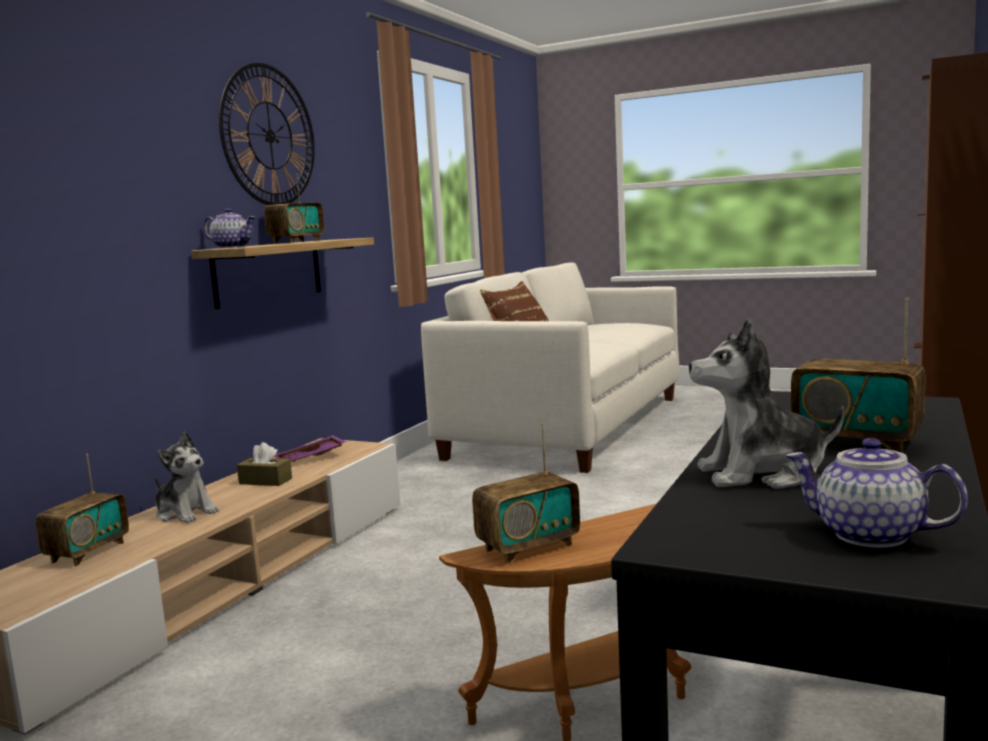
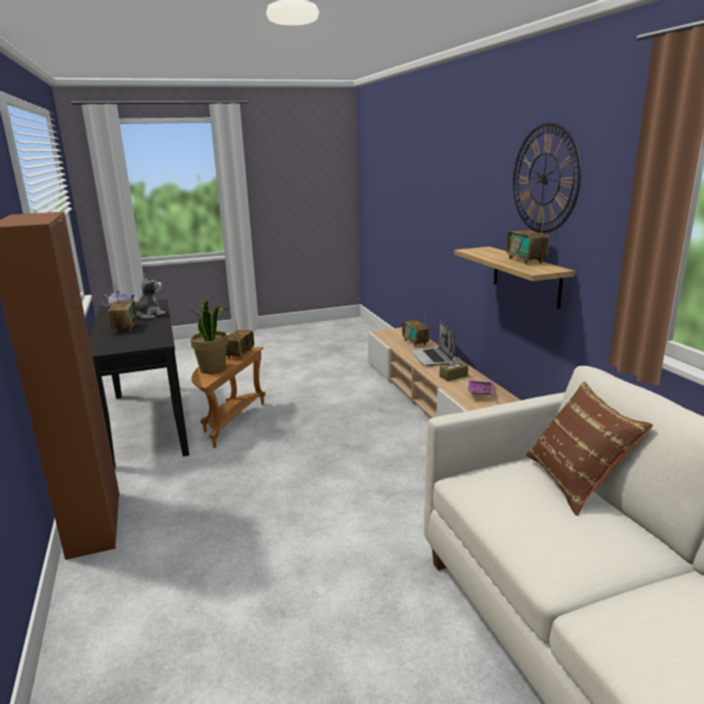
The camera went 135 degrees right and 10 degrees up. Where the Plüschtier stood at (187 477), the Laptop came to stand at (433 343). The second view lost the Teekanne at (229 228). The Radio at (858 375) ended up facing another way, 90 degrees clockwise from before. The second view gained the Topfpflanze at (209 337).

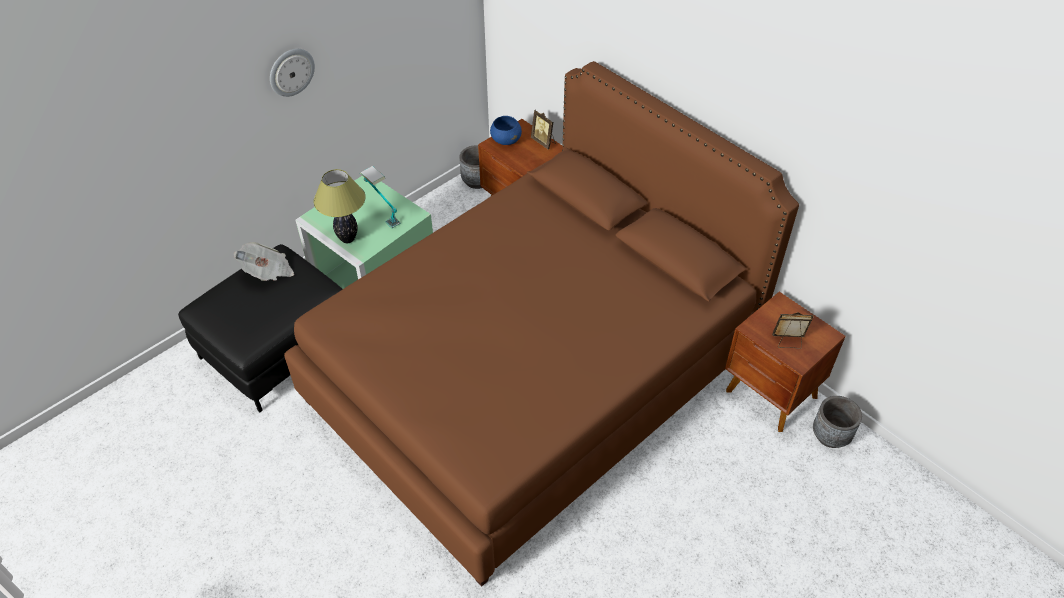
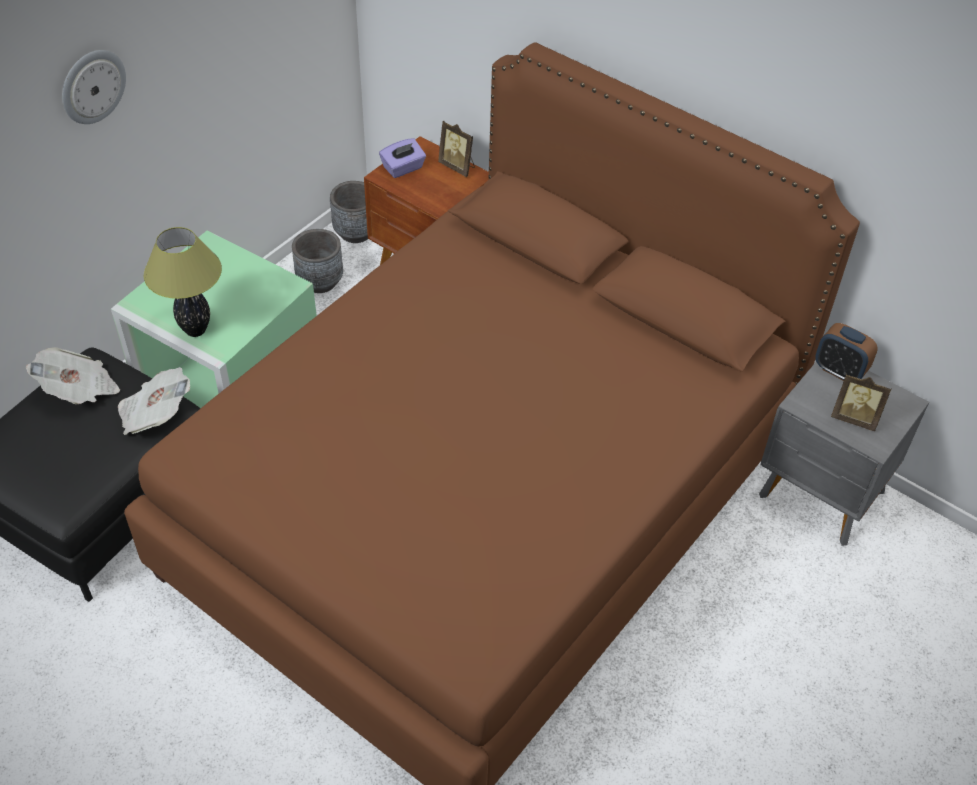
The camera went 10 degrees left and 0 degrees up. The second view lost the Tischlampe at (380 197). Where the Schüssel (blau) stood at (506 130), the Taschentuchbox (lila) came to stand at (402 158). What was the Nachttisch (braun) at (785 362) turned into the Nachttisch (grau) at (844 454). The Bilderrahmen at (792 330) ended up facing another way, 150 degrees counterclockwise from before. The Pflanzkübel (grau) ended up elsewhere, having gone from (837 422) to (317 261). The second view gained the Zeitung at (154 401). The second view gained the Wecker at (846 352).

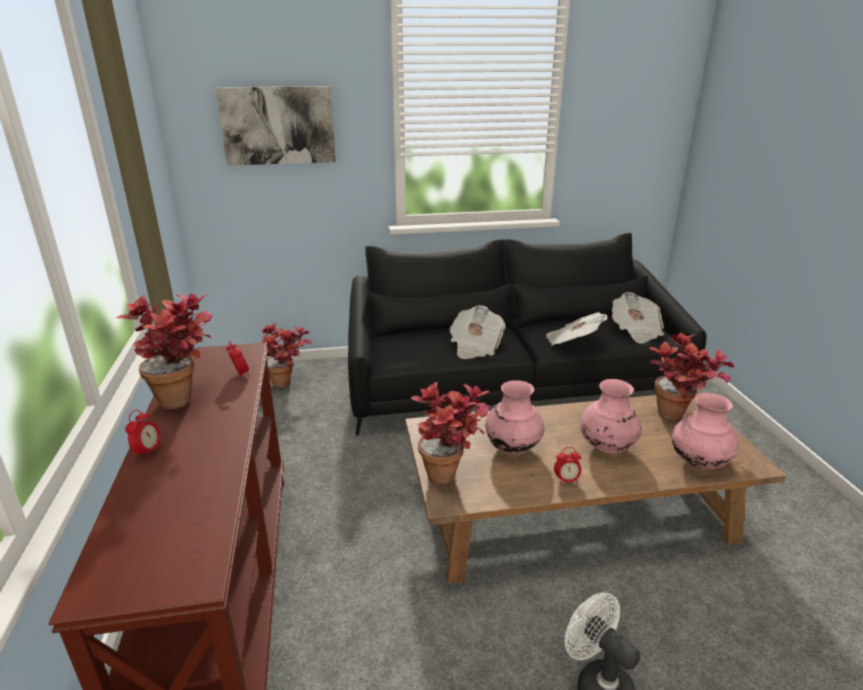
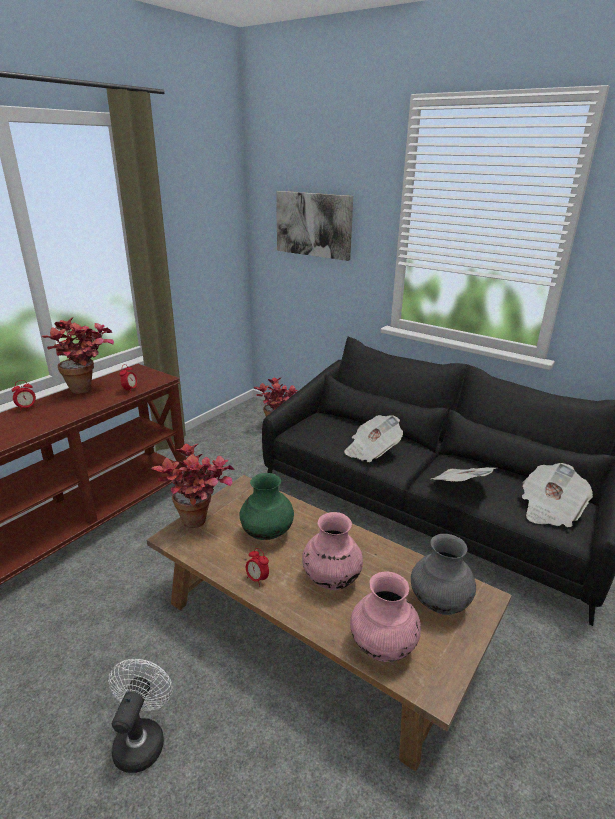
The camera went 45 degrees right and 0 degrees up. What was the Vase (rosa) at (515 417) turned into the Vase (grün) at (266 506). Where the Topfpflanze stood at (692 377), the Vase (grau) came to stand at (443 574).

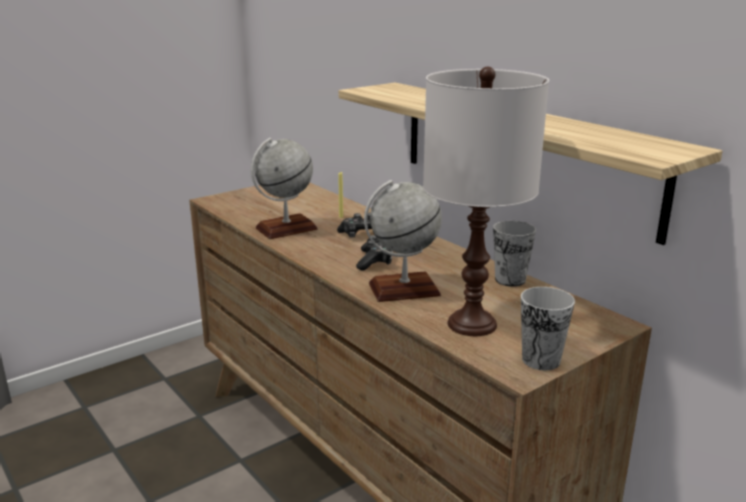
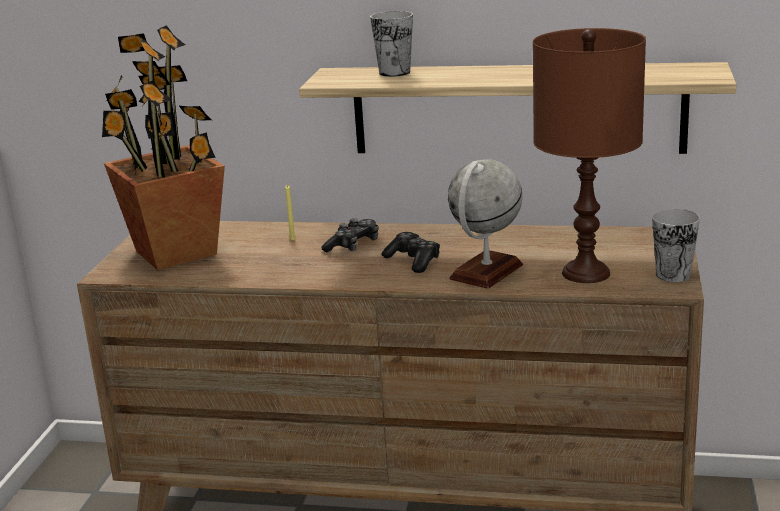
The camera went 40 degrees left and 0 degrees up. The second view lost the Globus at (284 188). What was the Tischlampe (weiß) at (486 201) turned into the Tischlampe (braun) at (589 155). The Tasse ended up elsewhere, having gone from (514 254) to (391 44). The second view gained the Topfpflanze at (163 147).

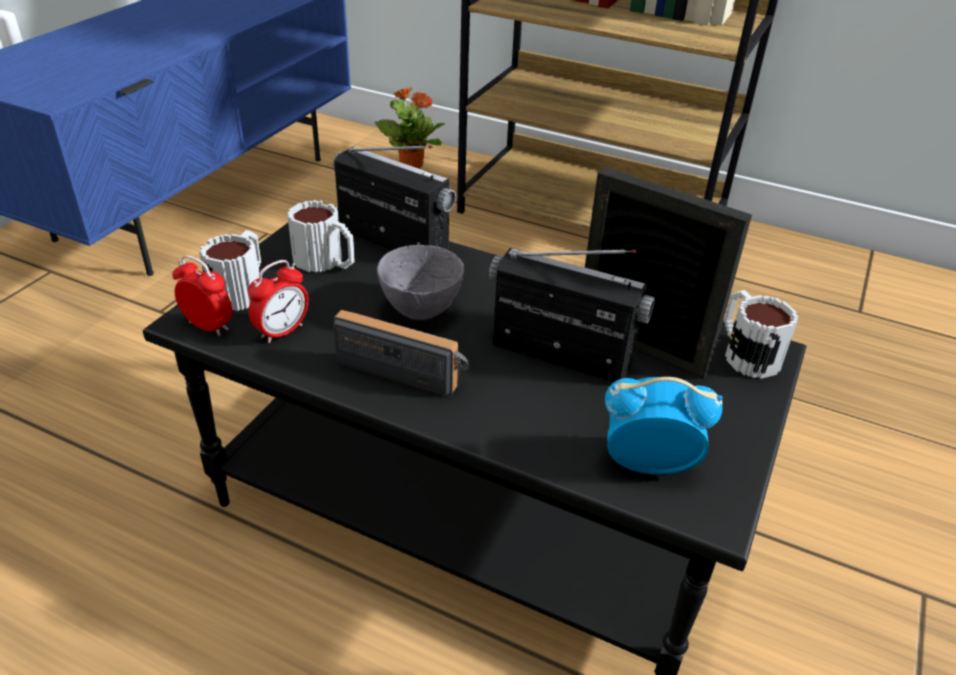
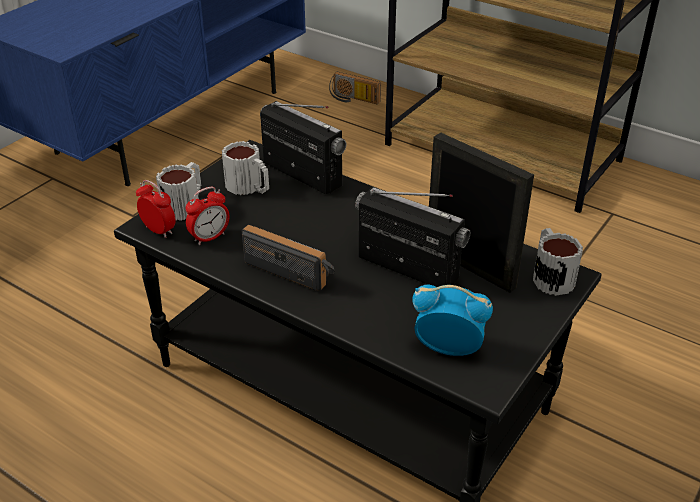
The camera went 10 degrees right and 0 degrees up. Where the Topfpflanze stood at (410 128), the Radio came to stand at (355 88). The second view lost the Schüssel (grau) at (420 282).

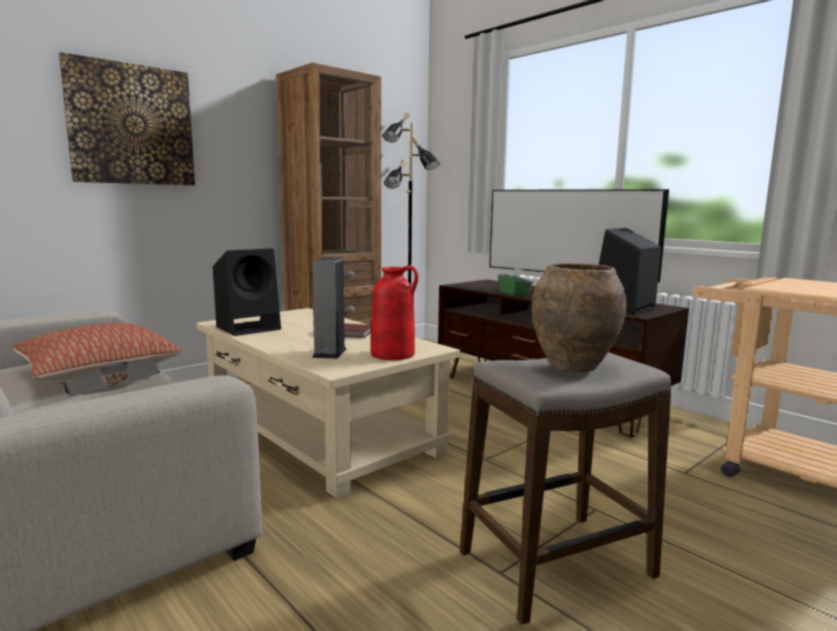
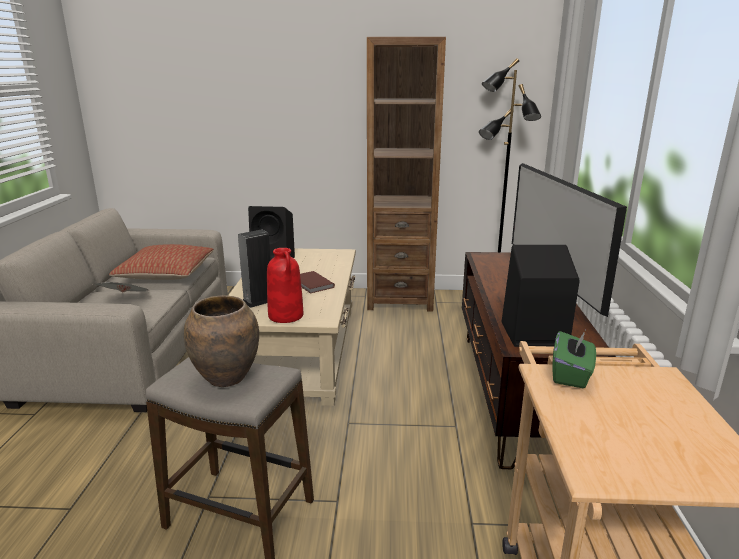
The camera went 45 degrees right and 10 degrees up. The second view lost the Bild at (127 118). The Taschentuchbox (grün) ended up elsewhere, having gone from (515 282) to (574 359).

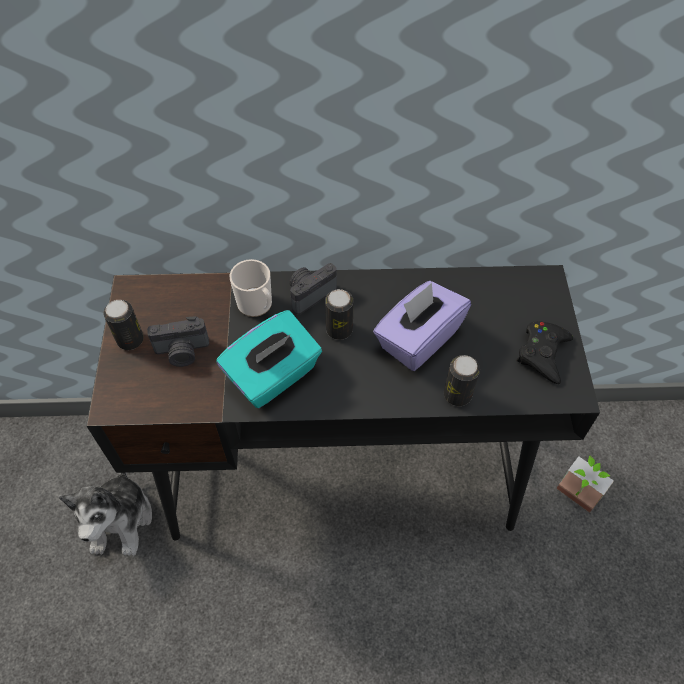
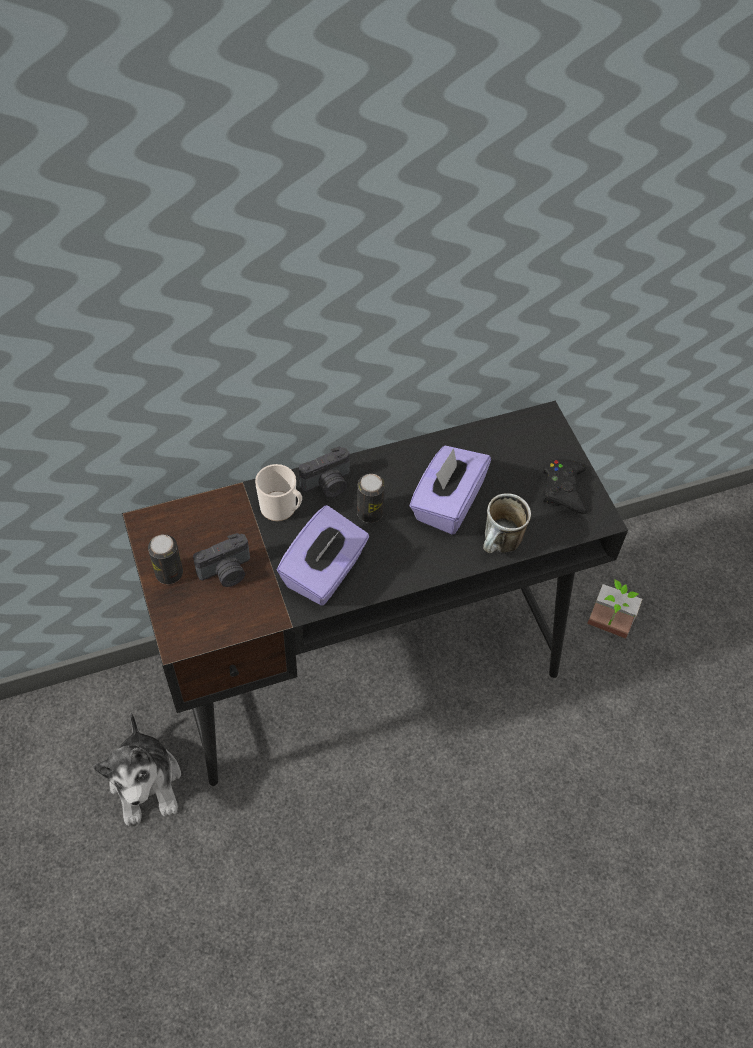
The camera went 20 degrees left and 0 degrees up. What was the Taschentuchbox (türkis) at (269 359) turned into the Taschentuchbox (lila) at (323 555). The Kamera at (313 289) ended up facing another way, 150 degrees counterclockwise from before. Where the Dose stood at (462 380), the Henkelbecher came to stand at (507 523).

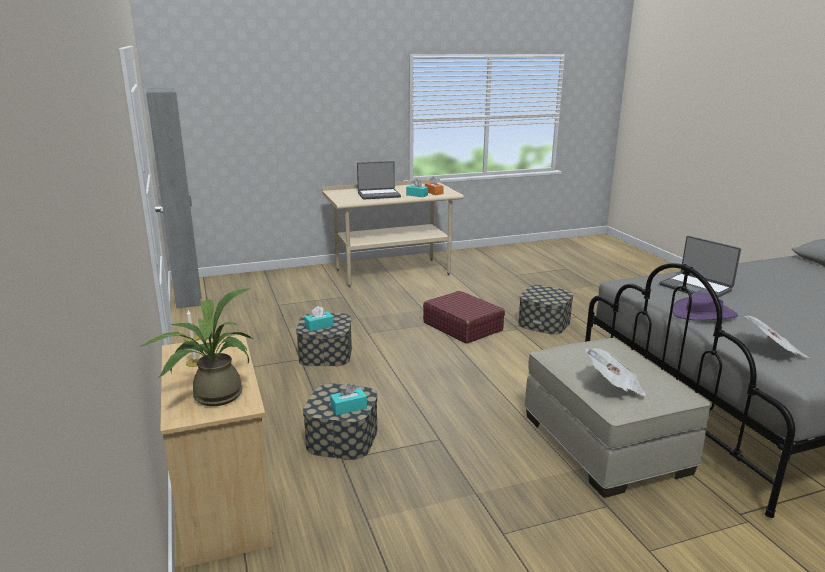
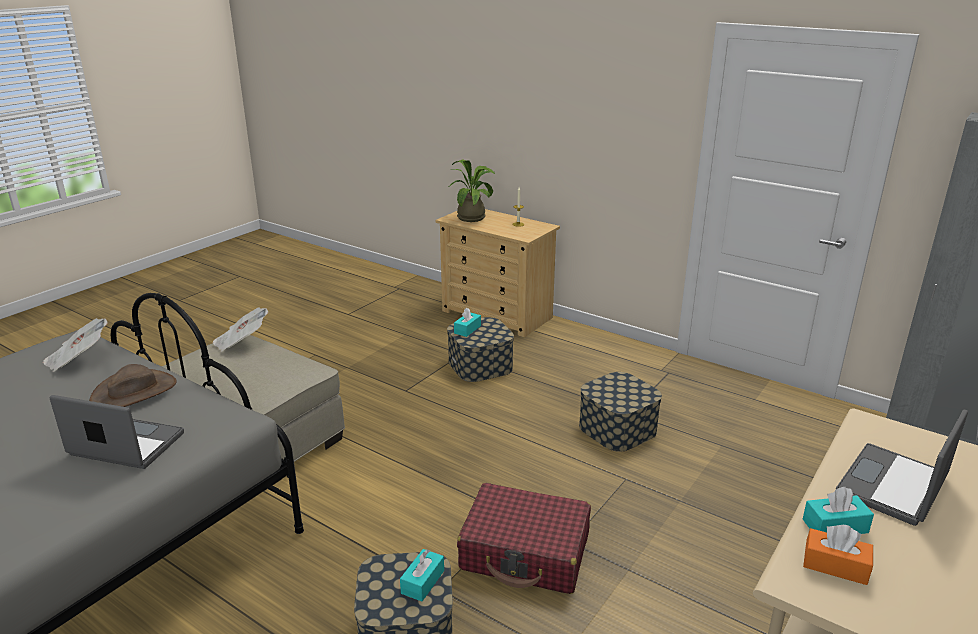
The camera went 145 degrees right and 5 degrees up. The Taschentuchbox (türkis) ended up elsewhere, having gone from (319 318) to (422 575). What was the Hut (lila) at (705 306) turned into the Hut (braun) at (133 385).

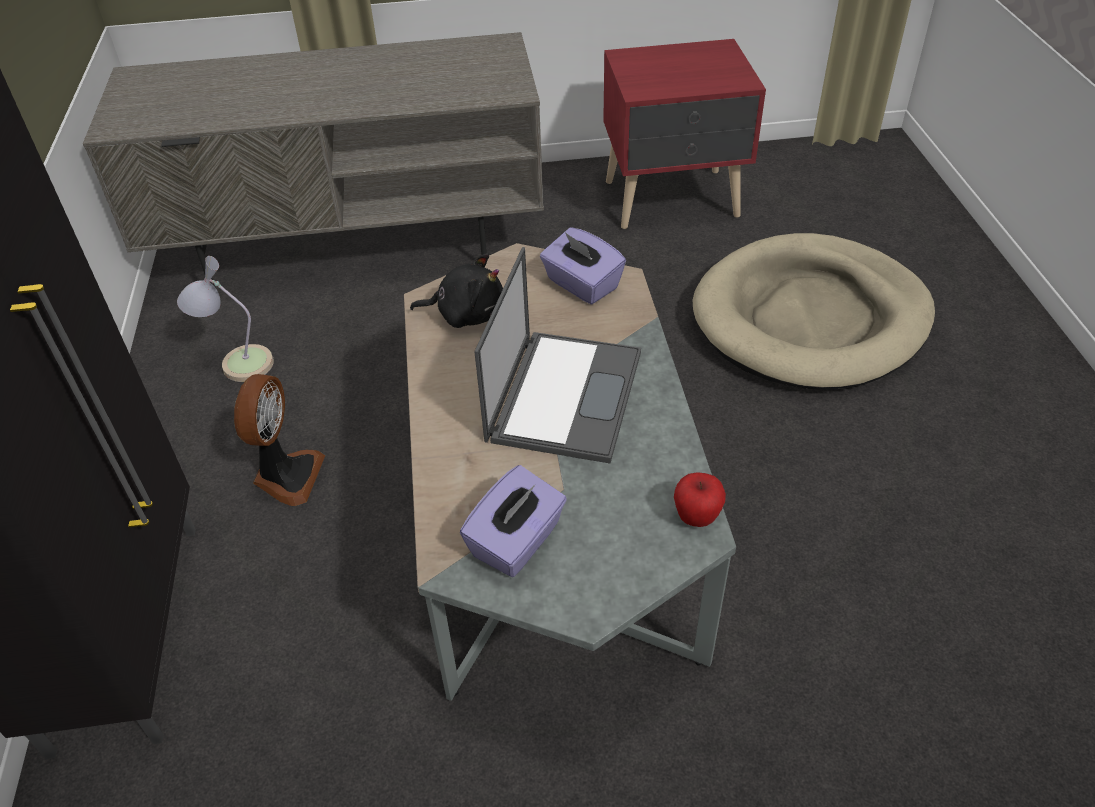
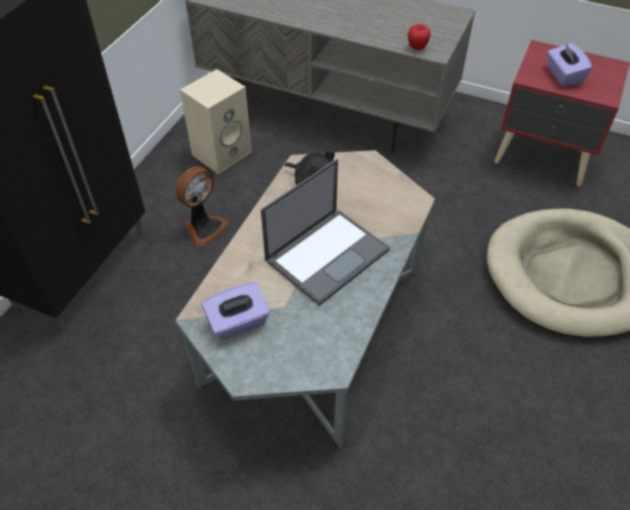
The camera went 30 degrees right and 5 degrees up. Where the Tischlampe stood at (225 319), the Lautsprecher (beige) came to stand at (216 121). The Taschentuchbox (lila) ended up elsewhere, having gone from (583 266) to (569 64). The Apfel ended up elsewhere, having gone from (700 499) to (419 37).

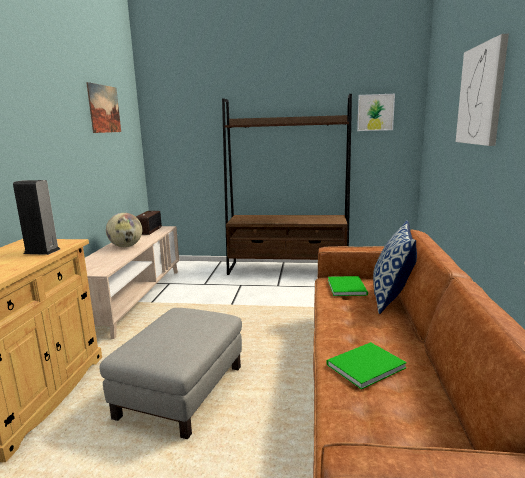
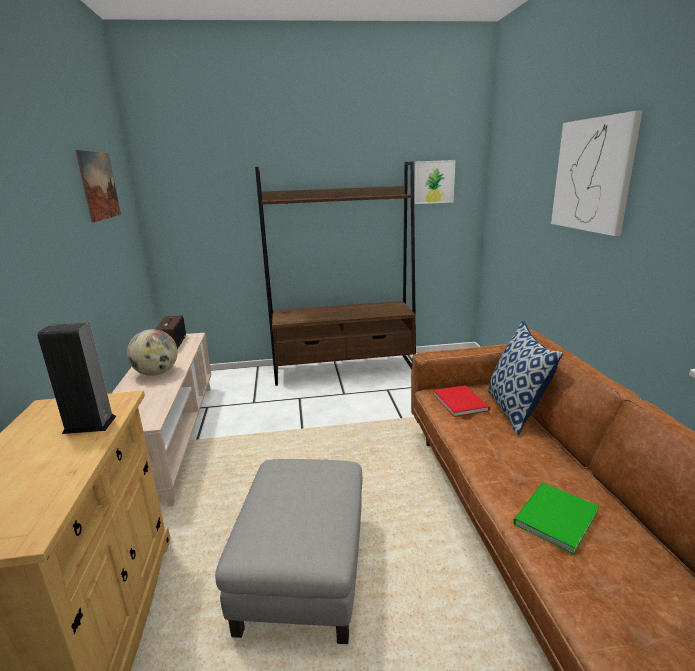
The camera went 15 degrees left and 5 degrees up. What was the Buch (grün) at (348 286) turned into the Buch (rot) at (461 401).

